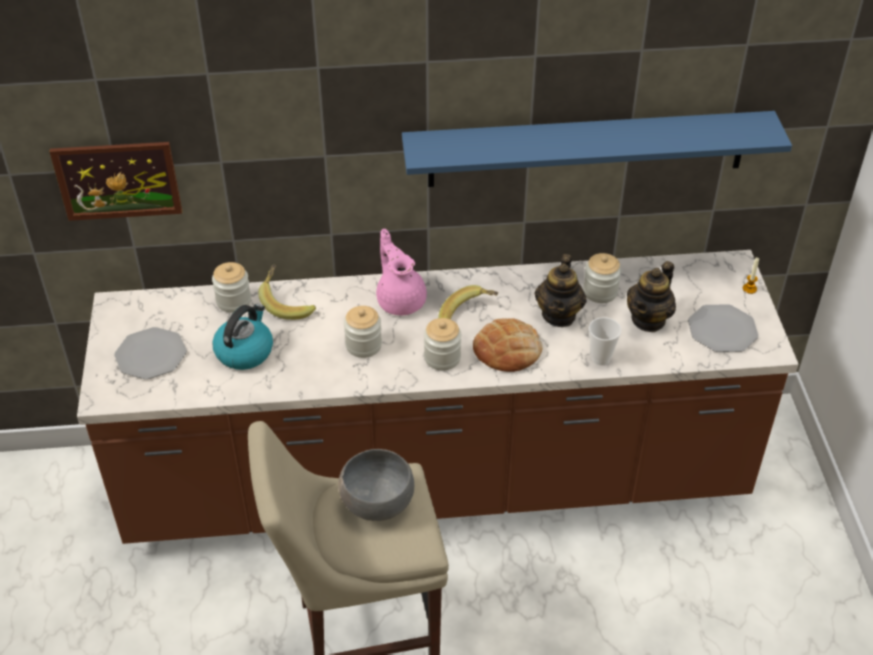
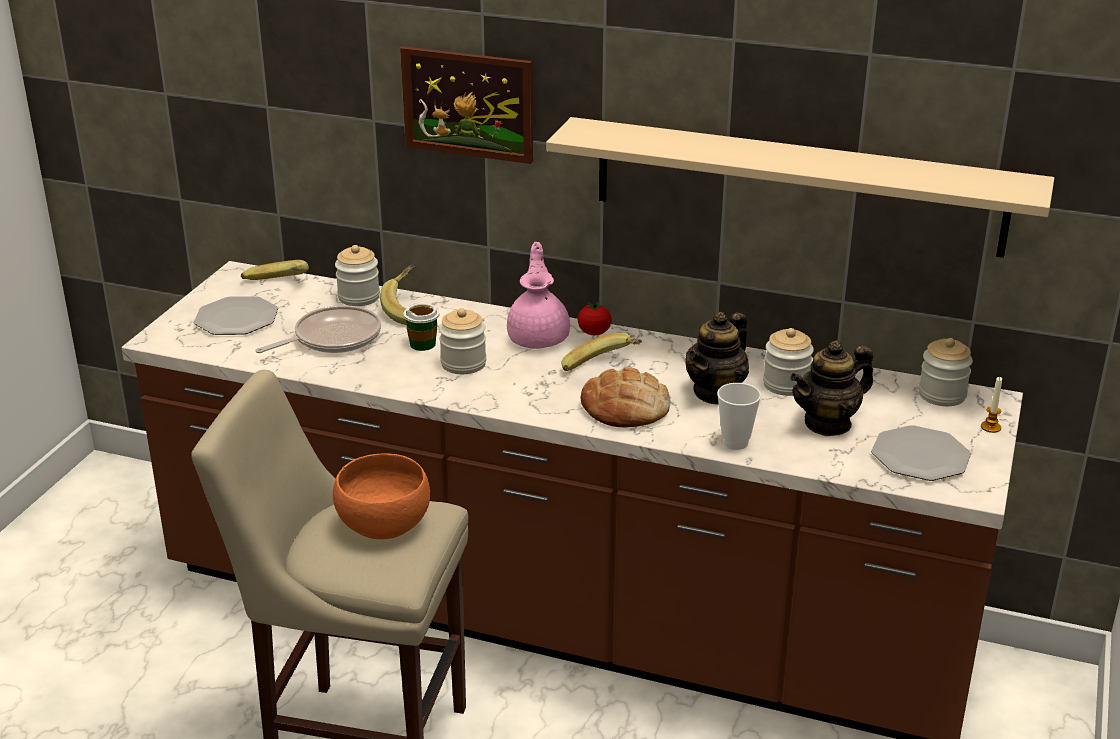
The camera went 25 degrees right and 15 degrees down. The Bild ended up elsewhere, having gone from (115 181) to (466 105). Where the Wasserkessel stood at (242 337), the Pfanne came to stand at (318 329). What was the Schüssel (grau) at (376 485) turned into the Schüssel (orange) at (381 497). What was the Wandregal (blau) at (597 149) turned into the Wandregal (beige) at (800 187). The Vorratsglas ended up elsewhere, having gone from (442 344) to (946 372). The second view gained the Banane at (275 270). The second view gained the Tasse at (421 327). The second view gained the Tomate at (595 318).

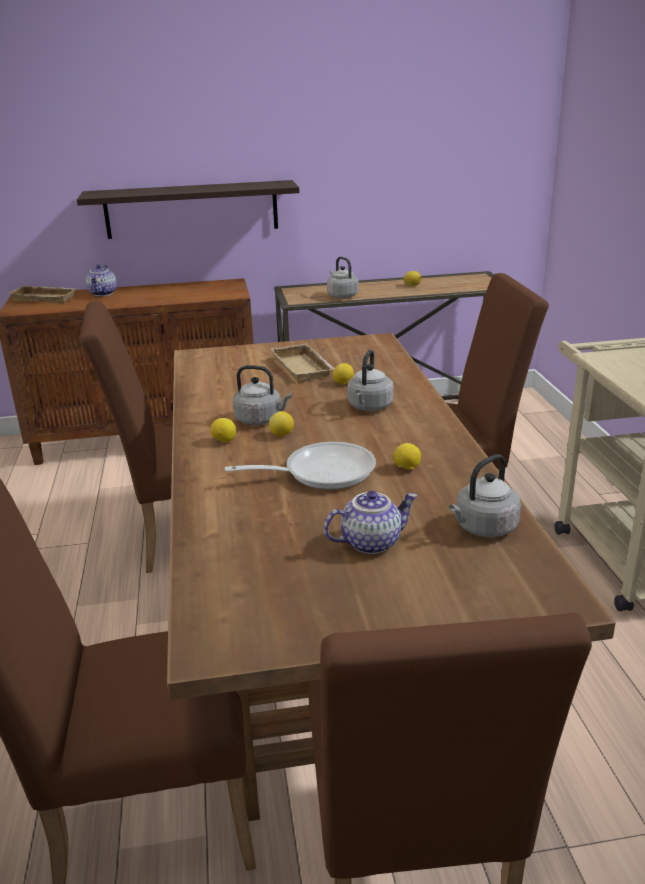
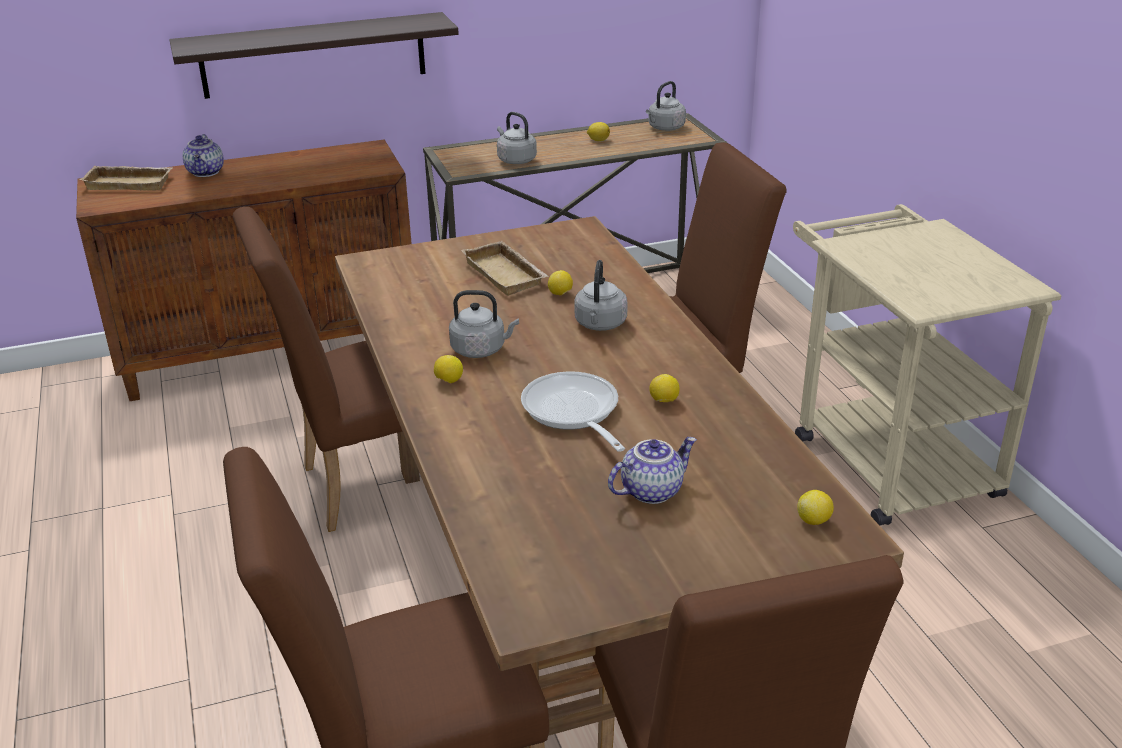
The camera went 10 degrees left and 5 degrees up. The Pfanne at (300 465) ended up facing another way, 90 degrees counterclockwise from before. The Zitrone ended up elsewhere, having gone from (281 423) to (815 507). The Wasserkessel (grau) ended up elsewhere, having gone from (485 495) to (666 106).

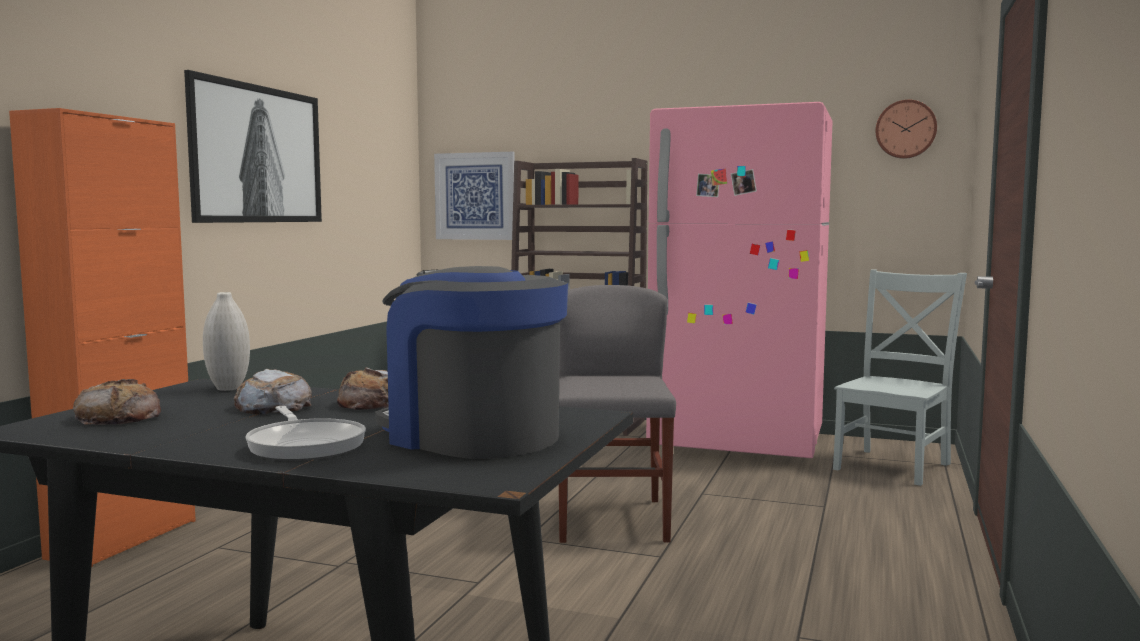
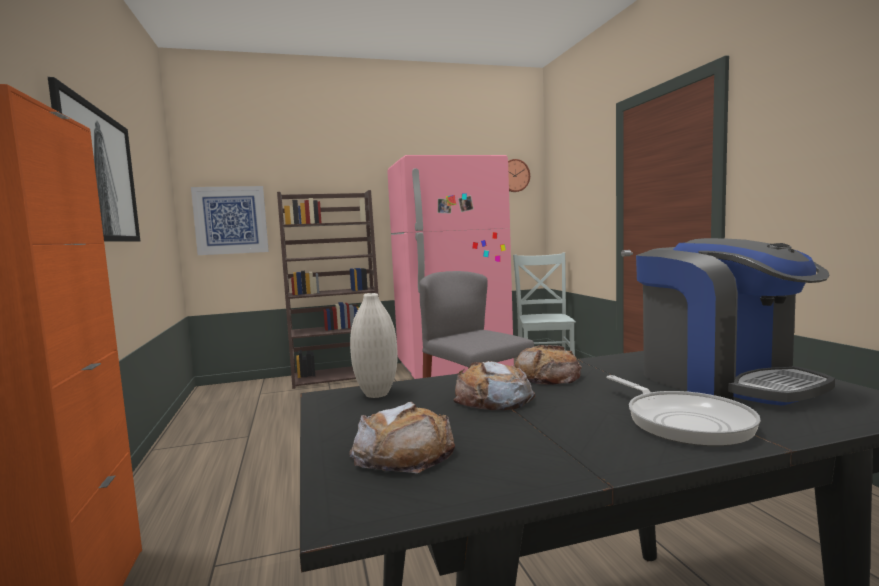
The camera went 35 degrees left and 0 degrees up. The Pfanne at (305 433) ended up facing another way, 45 degrees clockwise from before. The Kaffeemaschine at (471 362) ended up facing another way, 120 degrees counterclockwise from before.

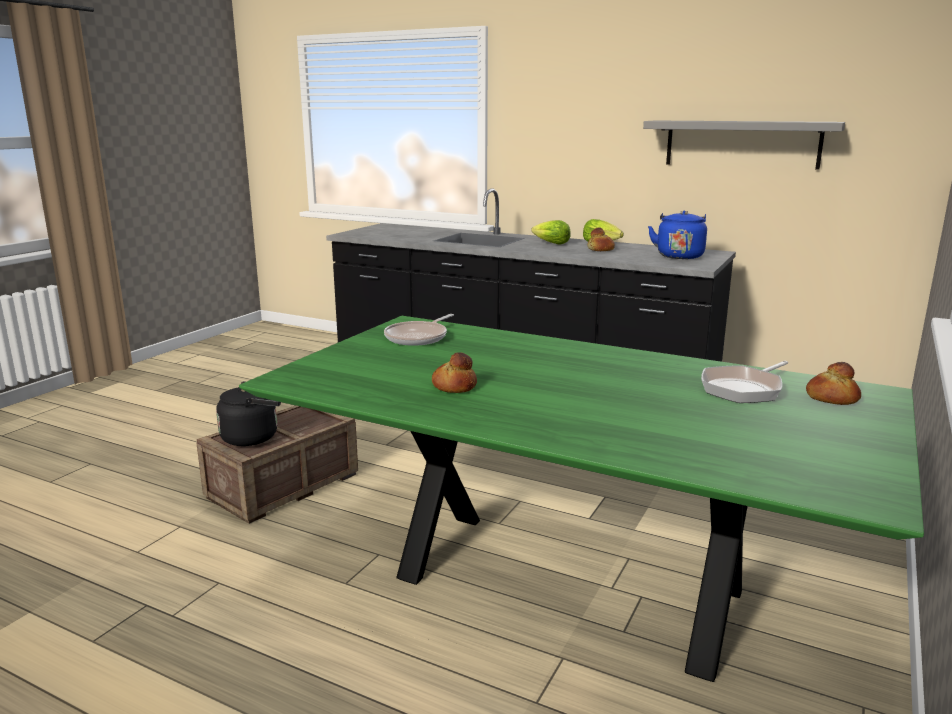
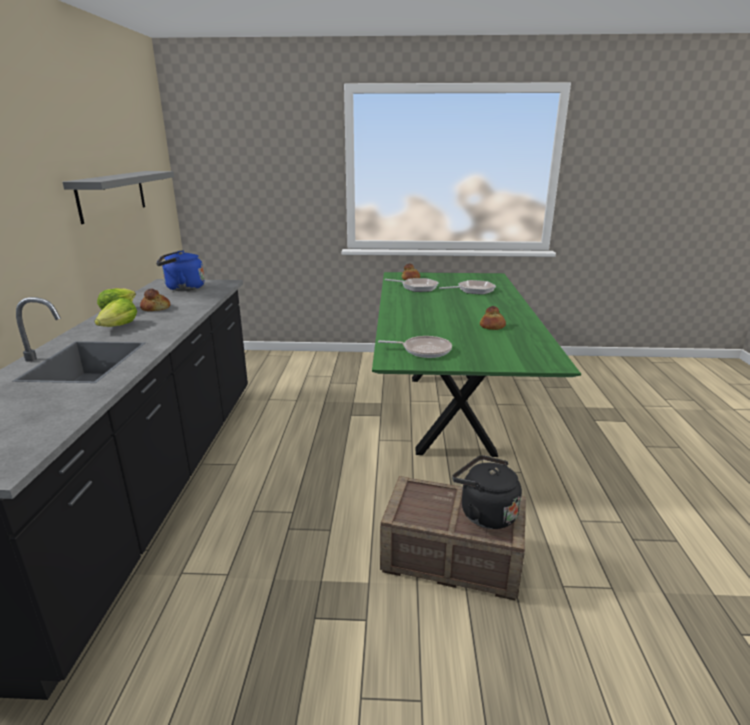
The camera went 115 degrees left and 5 degrees up. The second view gained the Pfanne at (467 287).

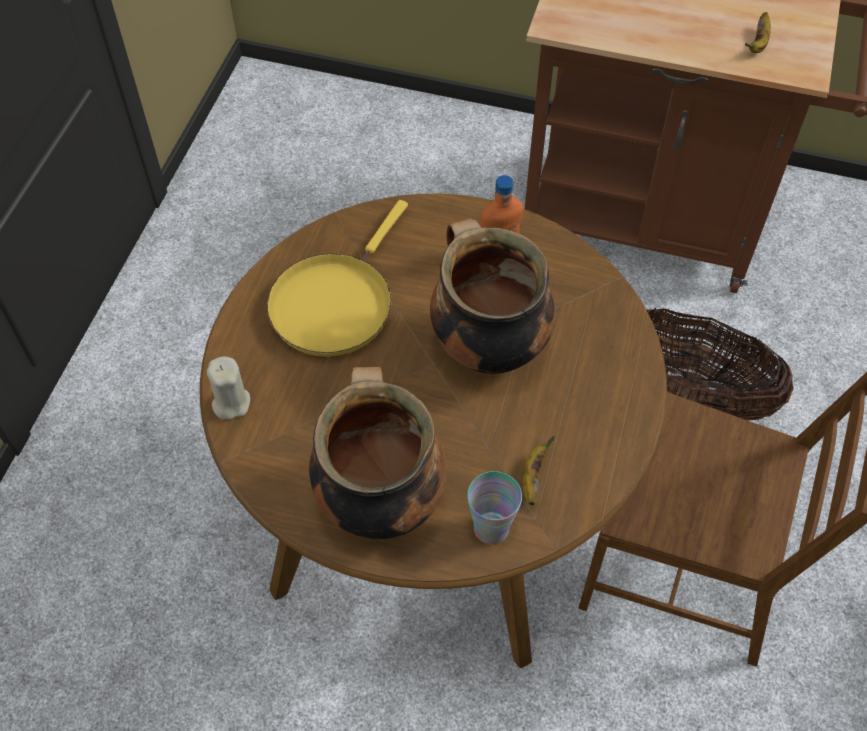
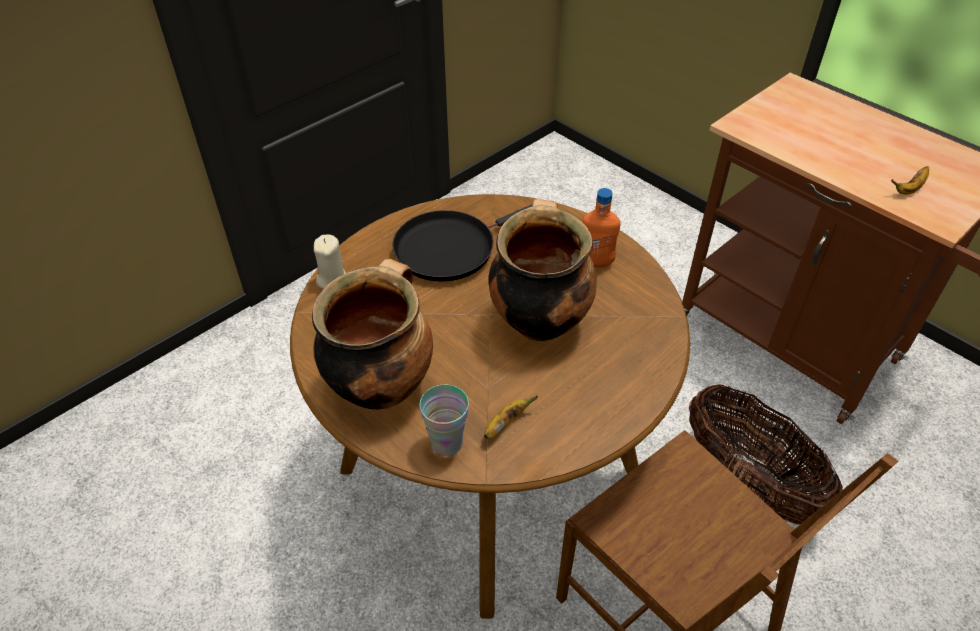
The camera went 30 degrees right and 10 degrees down. What was the Pfanne (gelb) at (337 278) turned into the Pfanne (schwarz) at (462 243).

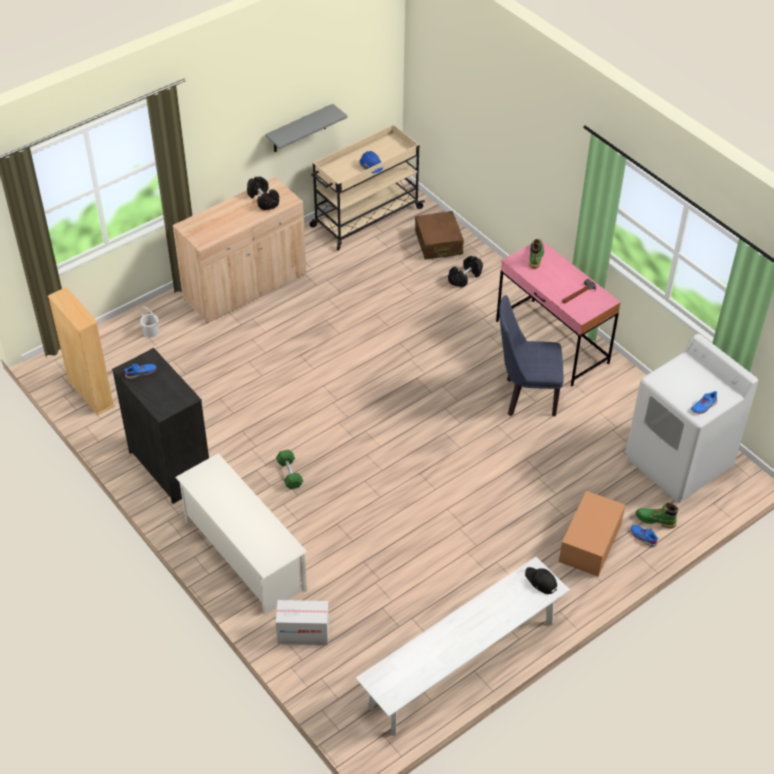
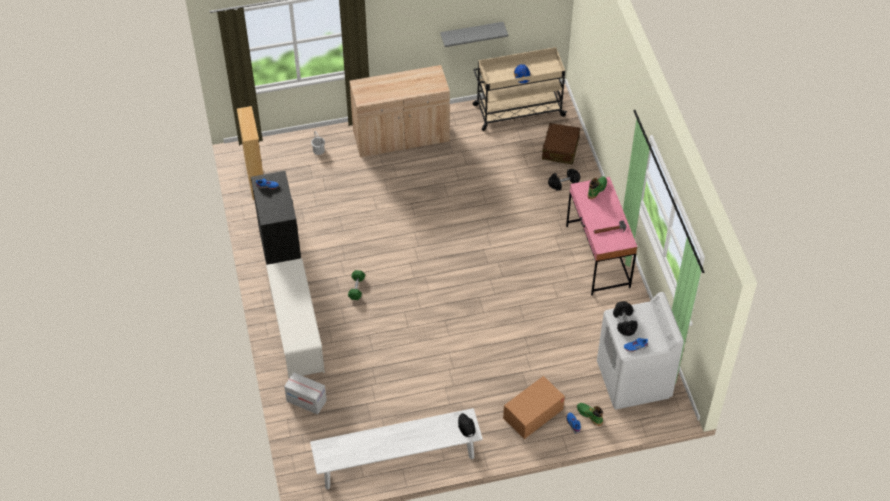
The camera went 25 degrees right and 5 degrees up. The Hantel (schwarz) ended up elsewhere, having gone from (263 193) to (625 318). The second view lost the Stuhl (blau) at (531 355).

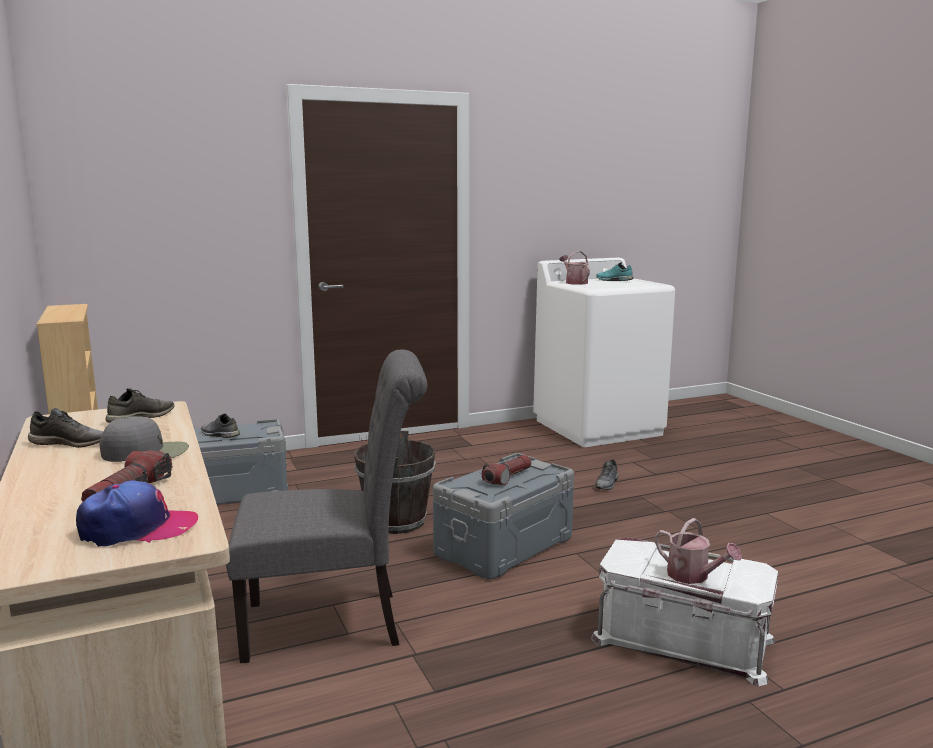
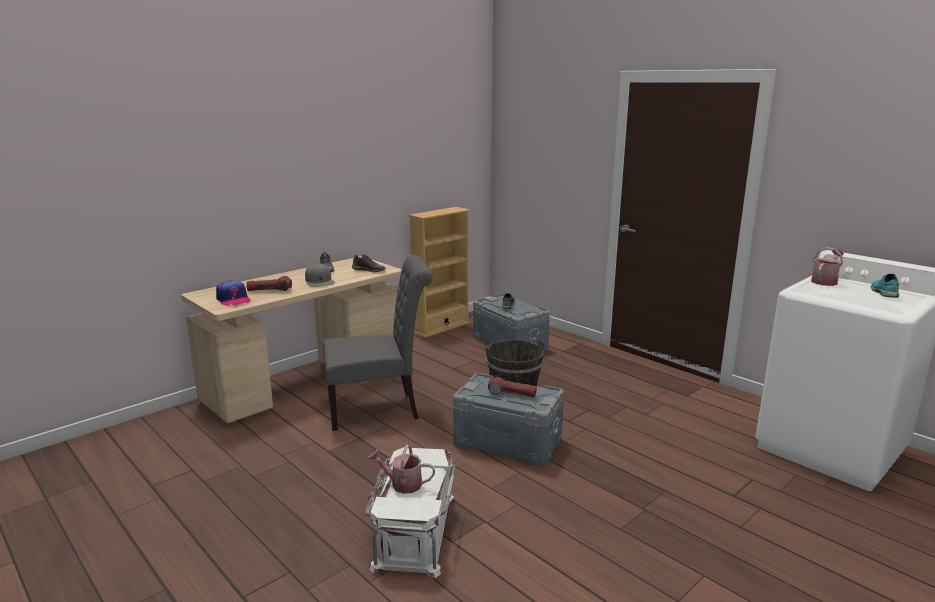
The camera went 70 degrees right and 5 degrees up. The Stuhl (grau) at (326 506) ended up facing another way, 75 degrees counterclockwise from before. The second view lost the Schuh (grau) at (606 475). The Gießkanne at (698 551) ended up facing another way, 75 degrees clockwise from before.

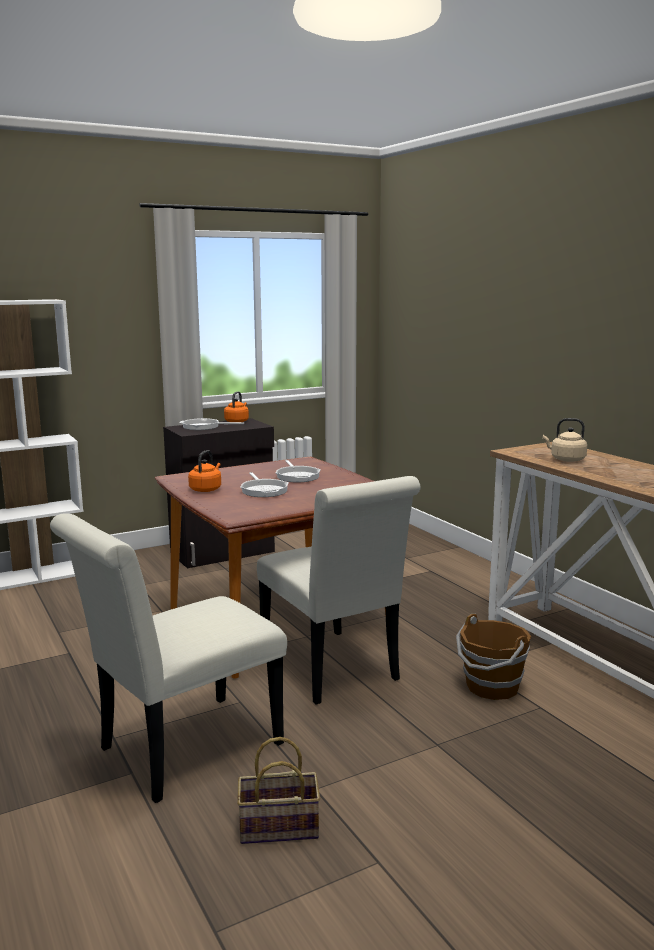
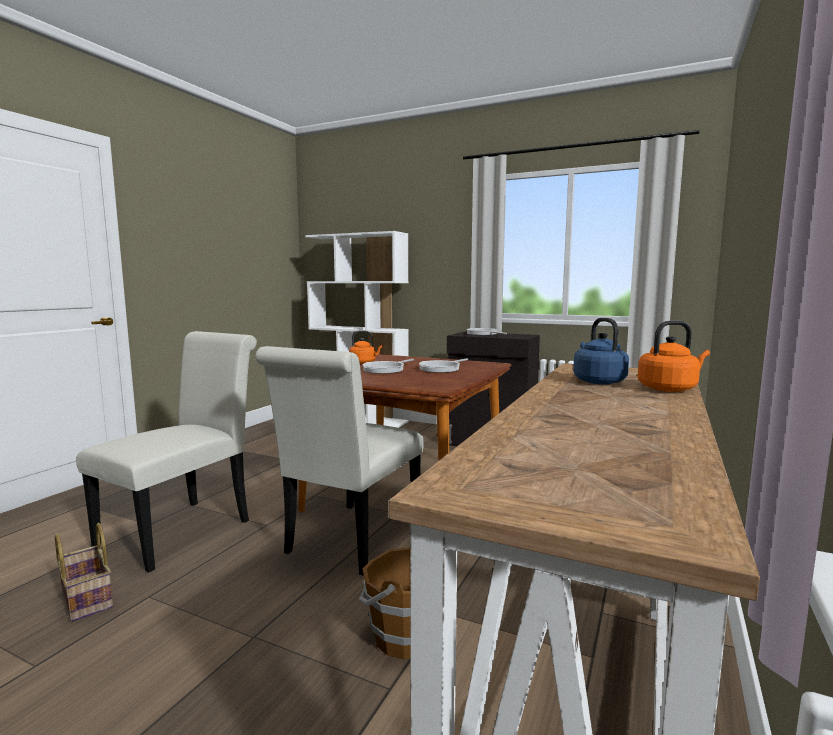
The camera went 55 degrees right and 5 degrees down. The Stuhl (weiß) at (168 658) ended up facing another way, 105 degrees clockwise from before. The Wasserkessel (orange) ended up elsewhere, having gone from (236 406) to (674 356). What was the Wasserkessel (beige) at (565 440) turned into the Wasserkessel (blau) at (601 351).

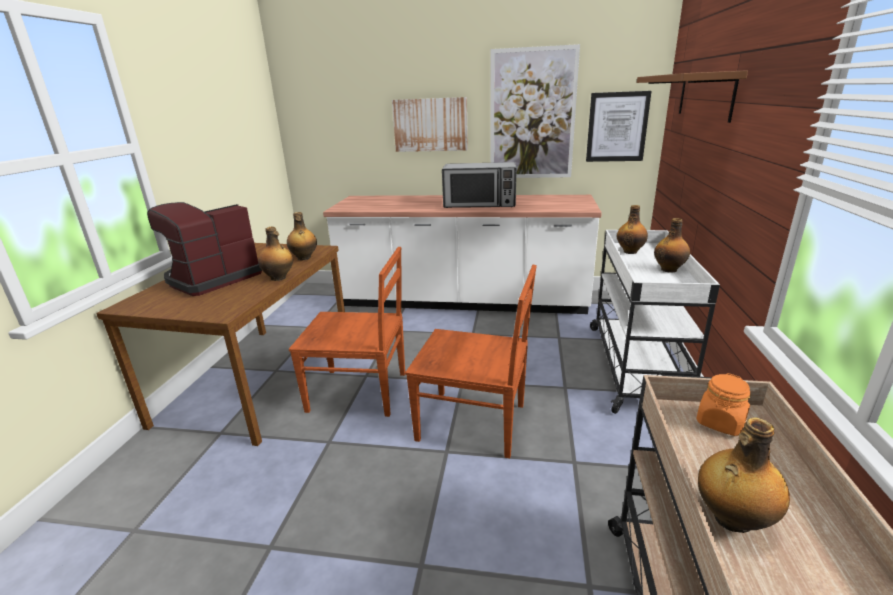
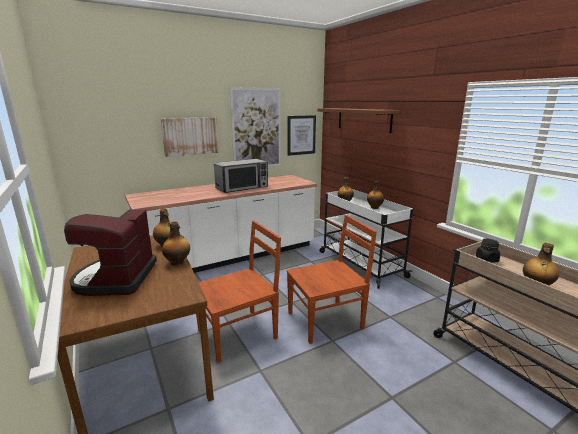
The camera went 40 degrees left and 5 degrees down. What was the Vorratsglas (orange) at (723 404) turned into the Vorratsglas (schwarz) at (488 250).

